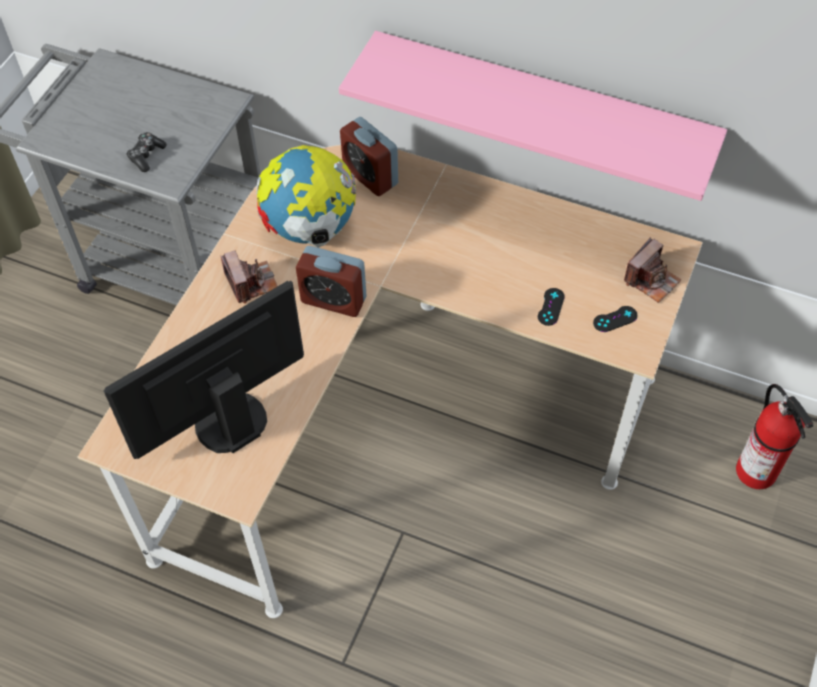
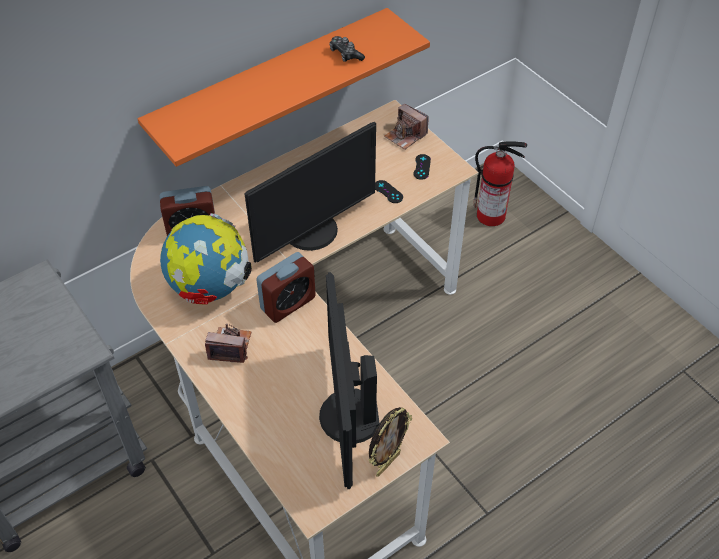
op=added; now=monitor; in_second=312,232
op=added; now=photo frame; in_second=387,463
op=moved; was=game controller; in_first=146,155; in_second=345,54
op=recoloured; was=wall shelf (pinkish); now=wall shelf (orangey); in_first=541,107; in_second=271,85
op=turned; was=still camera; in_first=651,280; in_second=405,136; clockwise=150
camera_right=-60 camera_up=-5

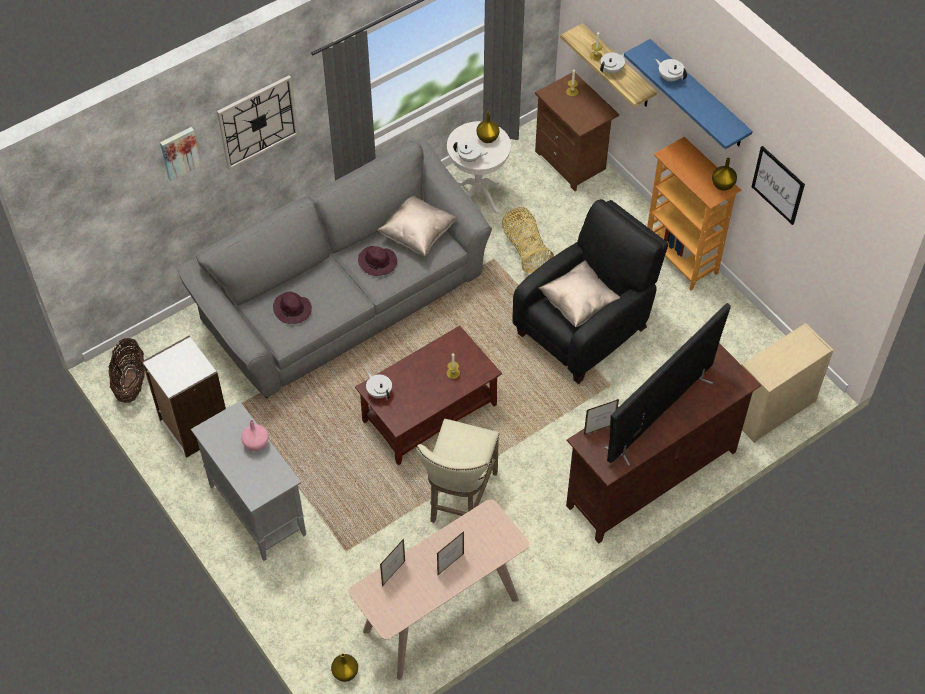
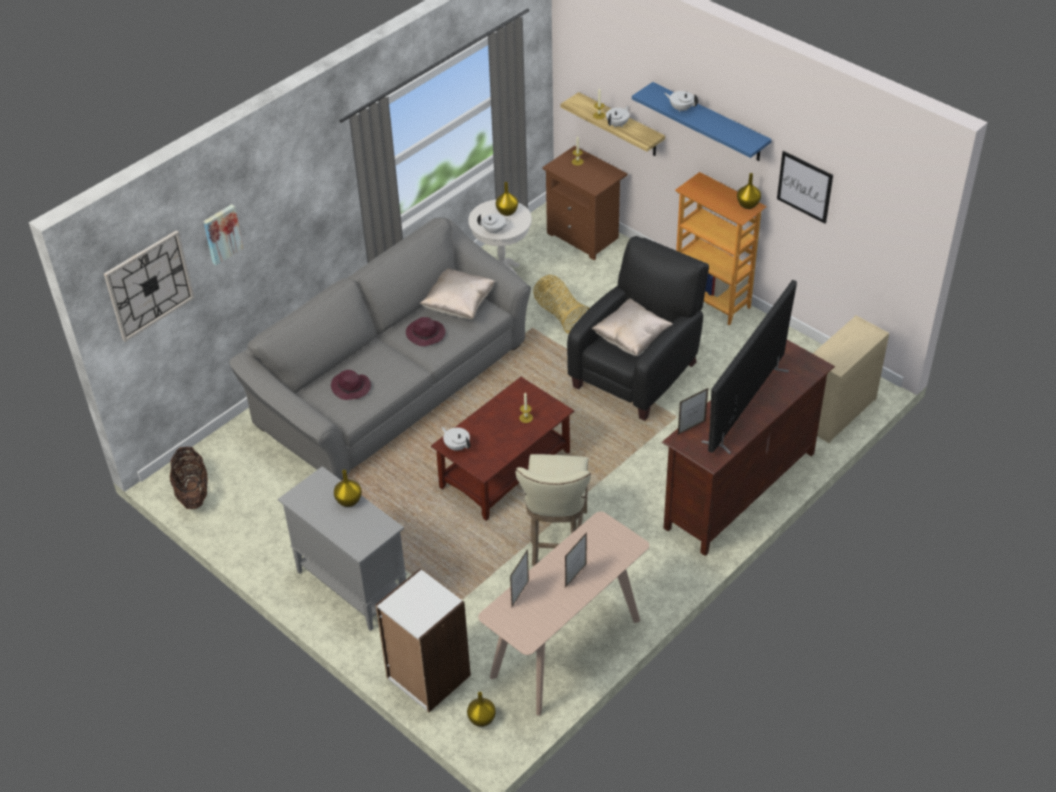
op=moved; was=bookcase (white-coloured); in_first=194,426; in_second=427,677
op=moved; was=hanging clock; in_first=257,122; in_second=149,285
op=recoloured; was=flower vase (pinkish); now=flower vase (yellow); in_first=256,444; in_second=349,501
camera_right=-10 camera_up=-10

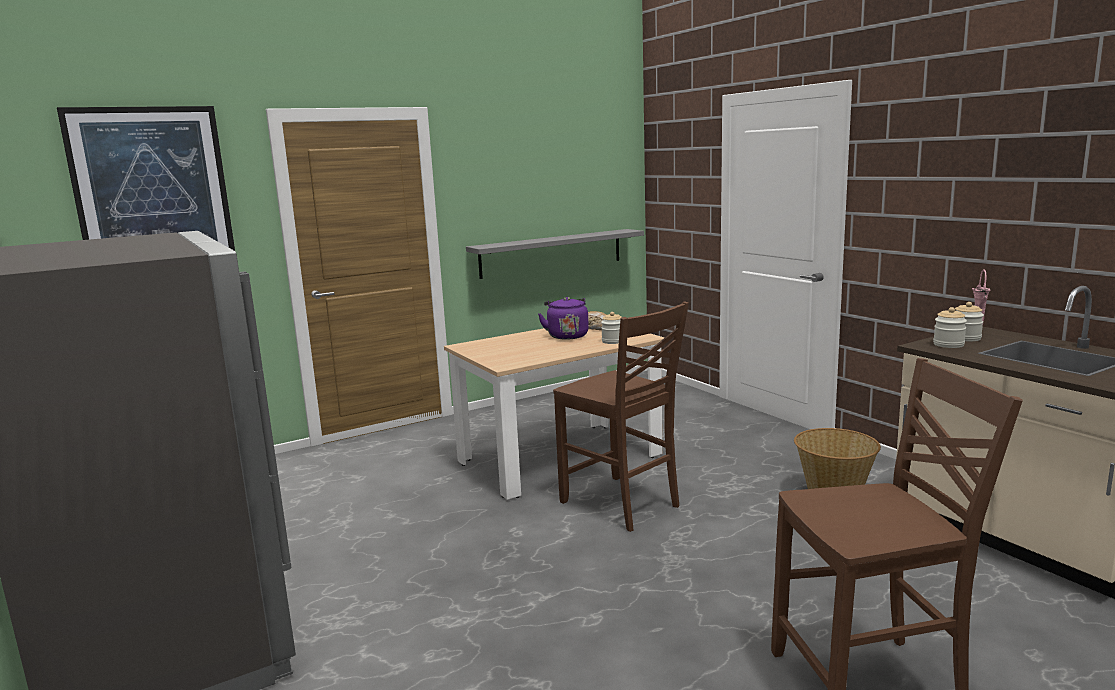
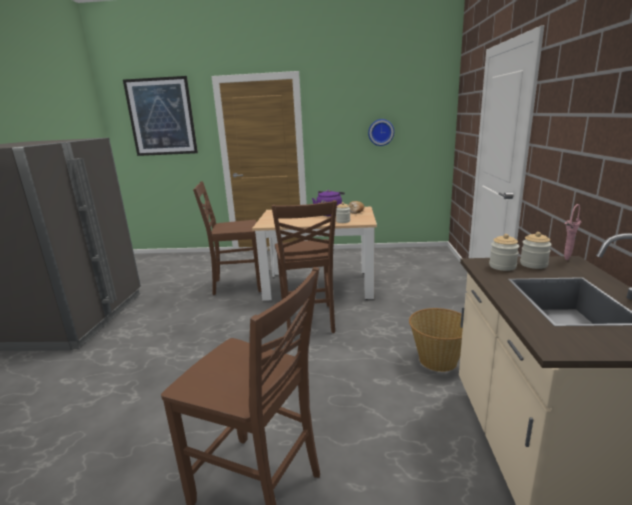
op=removed; was=wall shelf (greyish); in_first=552,253
op=added; now=plain chair (brown-coloured); in_second=237,285
op=added; now=hanging clock; in_second=381,132
camera_right=35 camera_up=5

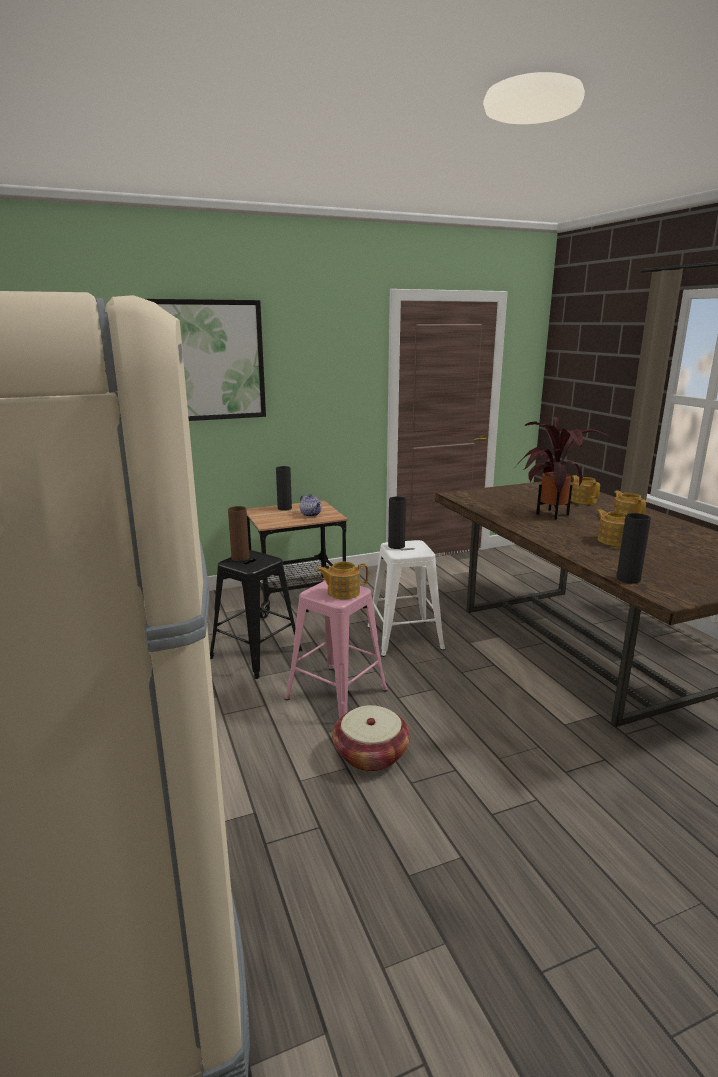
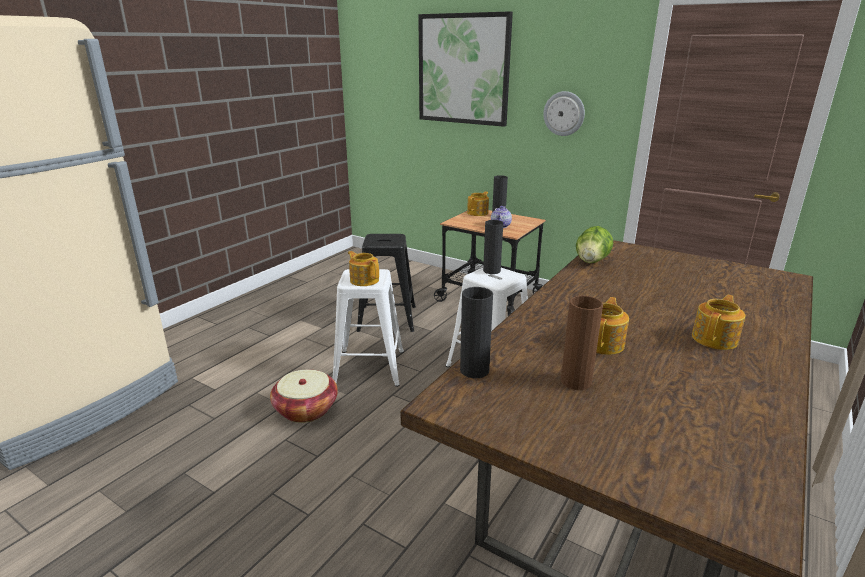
op=removed; was=houseplant; in_first=549,514
op=added; now=hanging clock; in_second=564,113
op=added; now=lettuce head; in_second=592,261
op=moved; was=flower vase (brown-coloured); in_first=240,558; in_second=576,381
op=moved; was=pot for tea; in_first=583,500; in_second=478,213
op=recoloured; was=stool (pinkish); now=stool (white-coloured); in_first=338,694; in_second=370,368
camera_right=55 camera_up=5

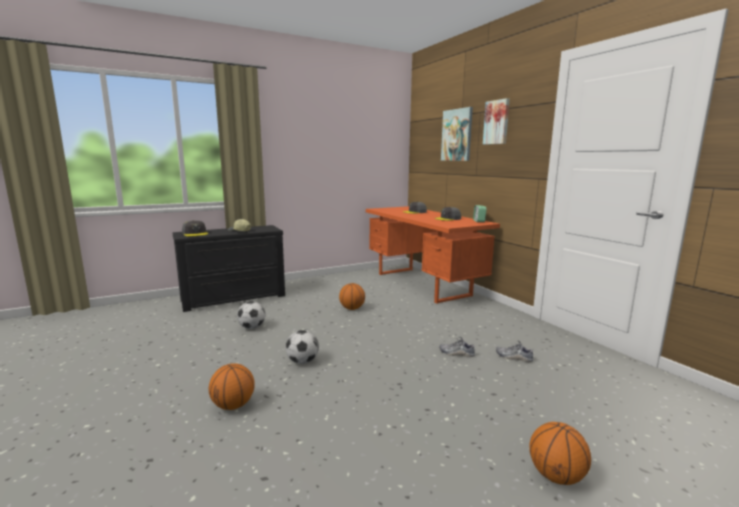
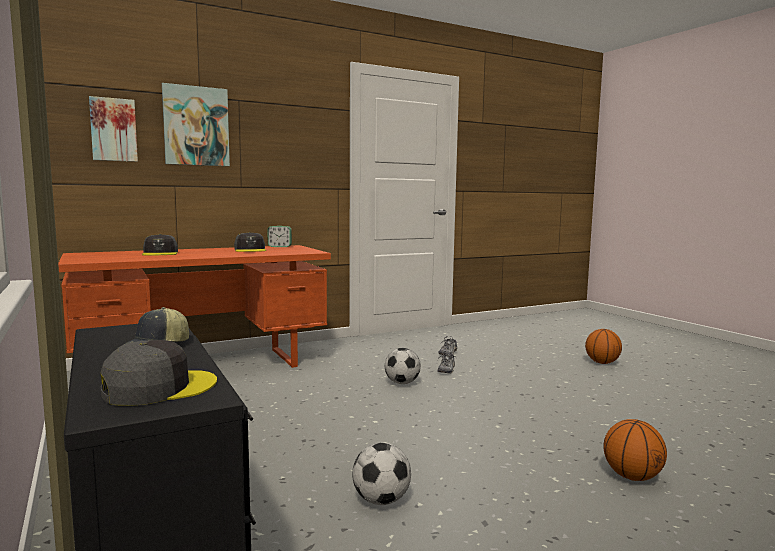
op=removed; was=basketball; in_first=352,308
op=moved; was=football ball; in_first=302,361; in_second=402,383
op=moved; was=wall art; in_first=497,122; in_second=113,130
camera_right=-90 camera_up=-5

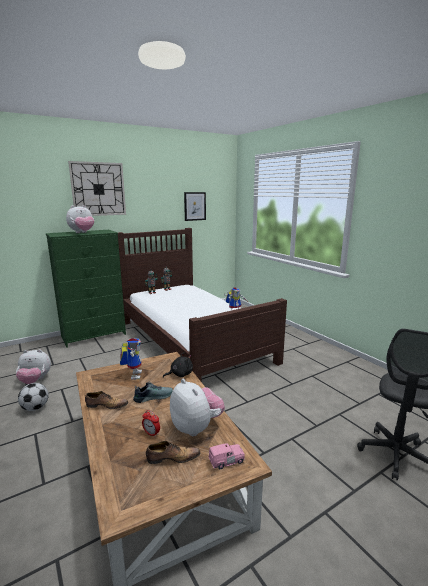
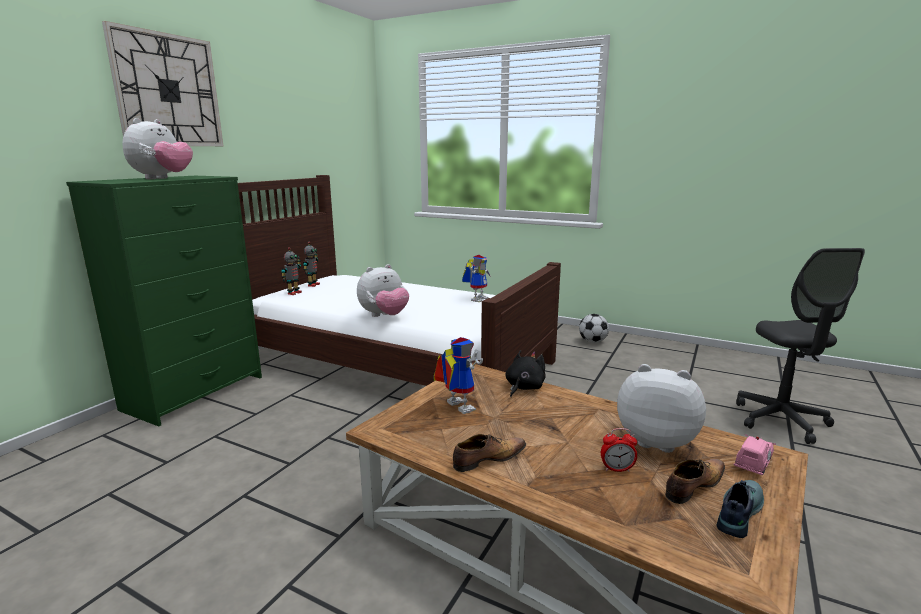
op=removed; was=wall art; in_first=195,206
op=moved; was=plush toy; in_first=35,380; in_second=384,316
op=moved; was=football ball; in_first=35,408; in_second=593,341
op=moved; was=item of footwear; in_first=153,396; in_second=736,512
camera_right=-30 camera_up=0

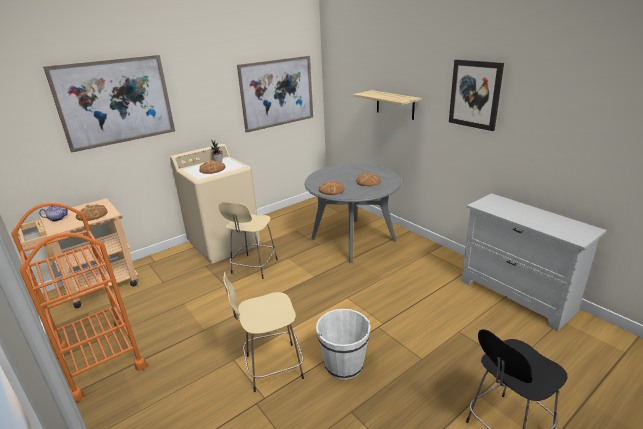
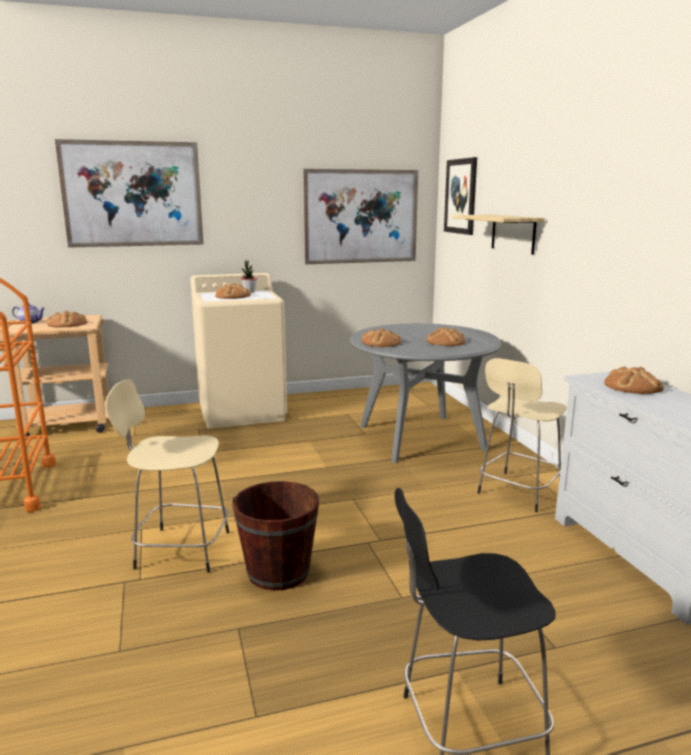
op=added; now=baked bread; in_second=632,386
op=moved; was=stool (sand-coloured); in_first=254,267; in_second=518,492
op=moved; was=wall art; in_first=475,94; in_second=461,196
op=recoloured; was=bucket (white-coloured); now=bucket (brown-coloured); in_first=344,364; in_second=278,572
camera_right=20 camera_up=-10

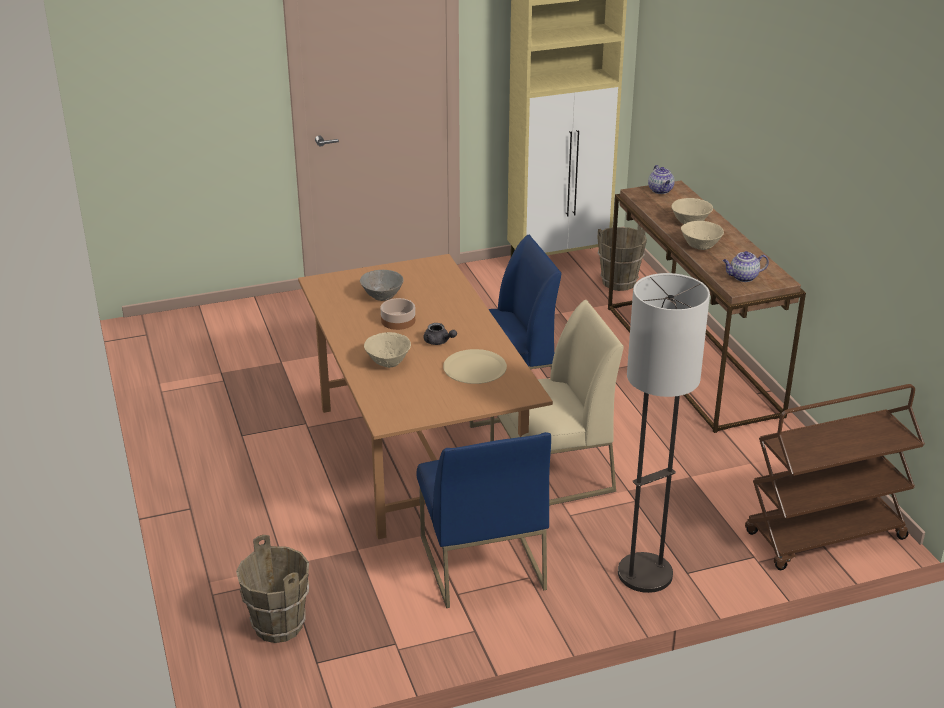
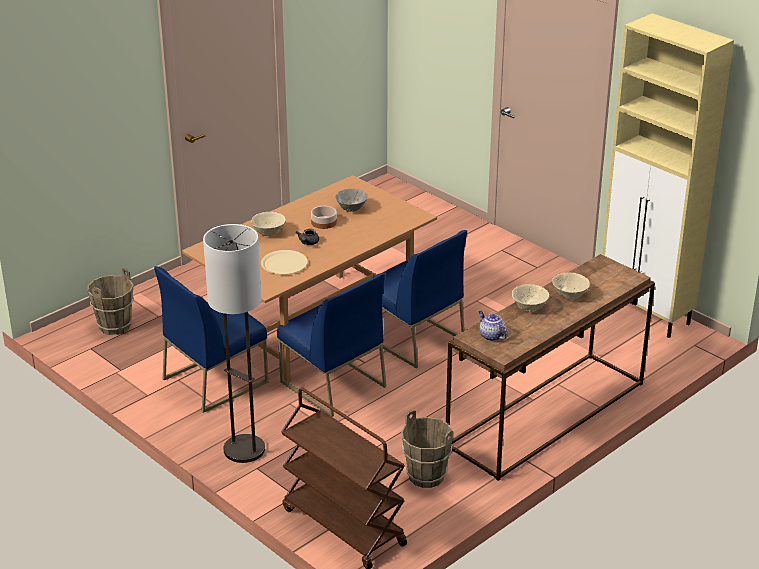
op=removed; was=pot for tea; in_first=661,191
op=moved; was=bucket (brown-coloured); in_first=619,283; in_second=426,476
op=recoloured; was=plain chair (sand-coloured); now=plain chair (blue-coloured); in_first=551,474; in_second=332,384
camera_right=65 camera_up=0

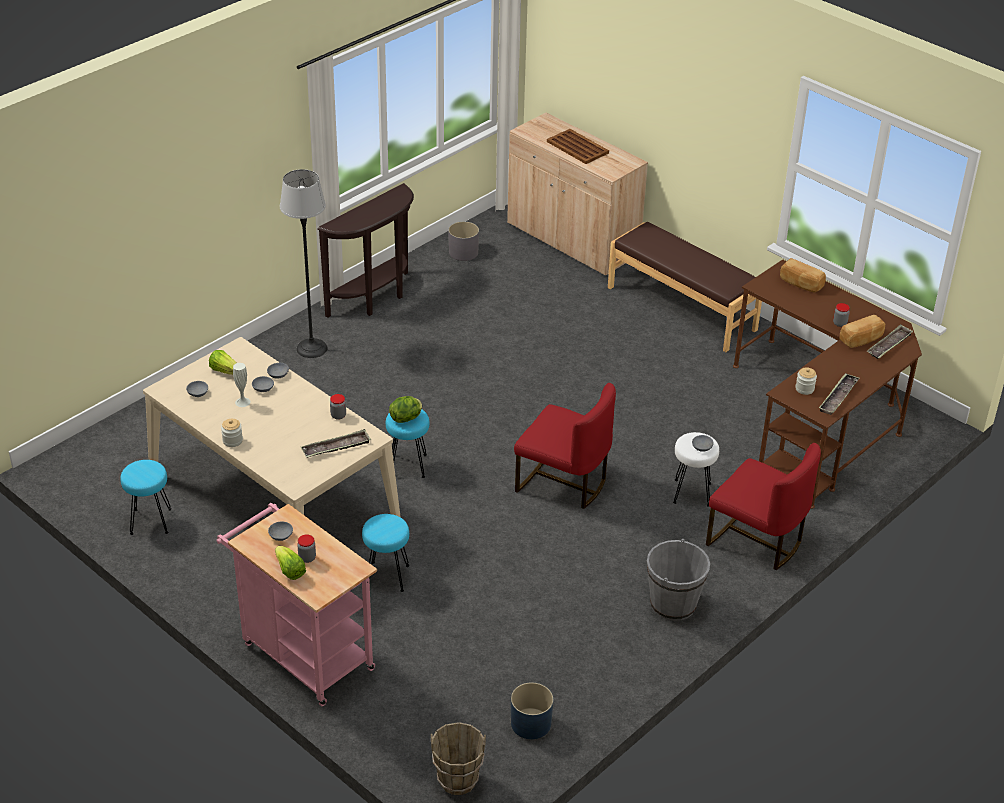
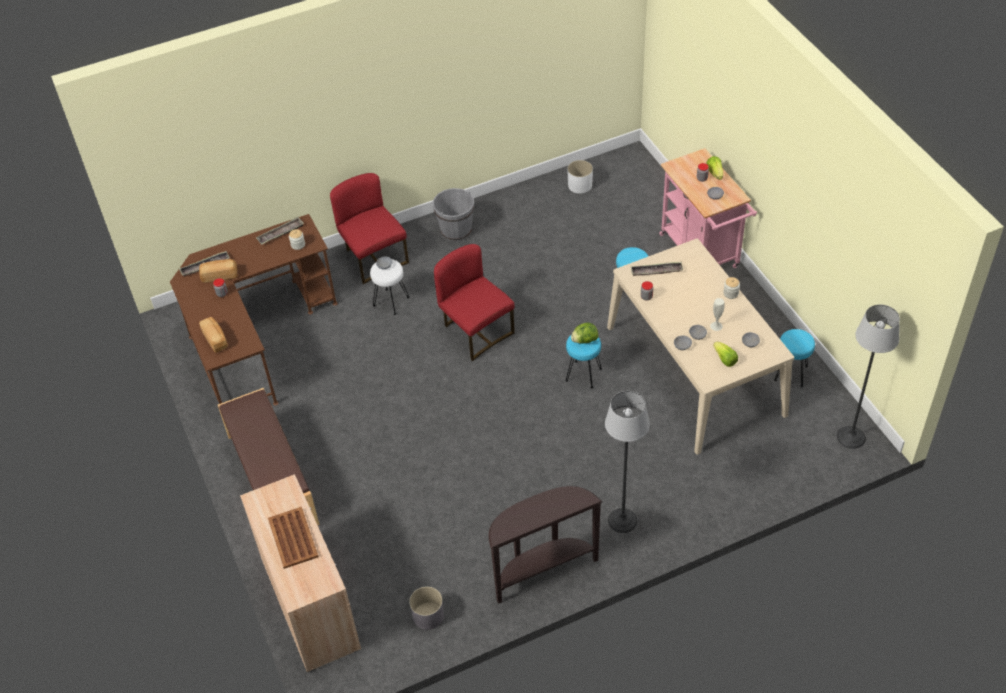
op=removed; was=bucket (brown-coloured); in_first=457,780
op=added; now=standard lamp; in_second=851,437
op=recoloured; was=plant pot (blue-coloured); now=plant pot (white-coloured); in_first=530,724; in_second=580,185
camera_right=-155 camera_up=10

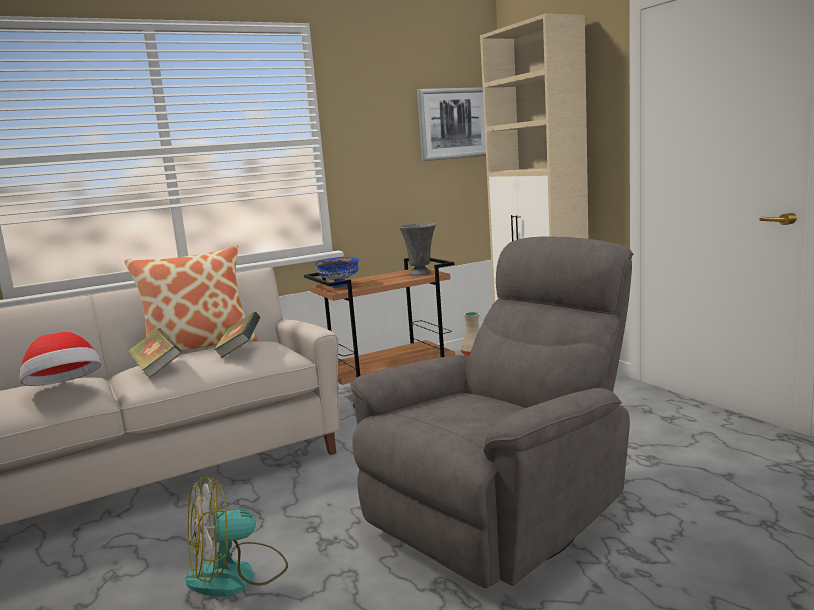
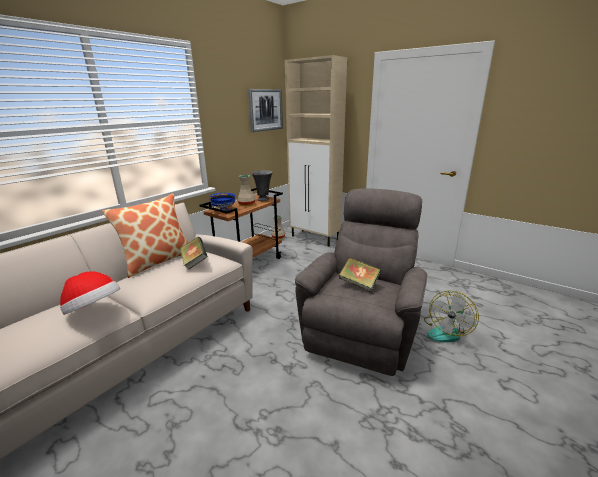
op=added; now=flower vase (sand-coloured); in_second=246,204
op=moved; was=bound book; in_first=157,369; in_second=359,284
op=moved; was=fan; in_first=237,575; in_second=446,331
camera_right=-25 camera_up=10

